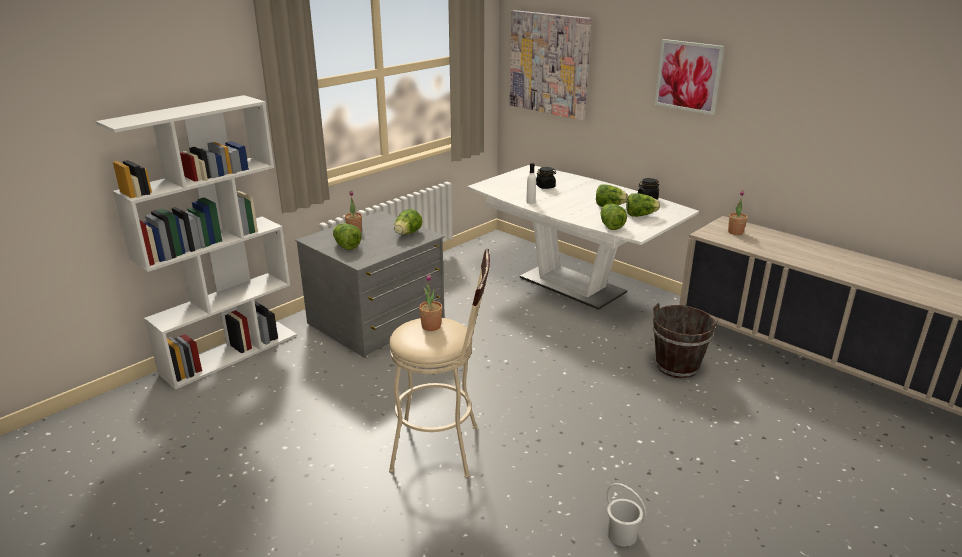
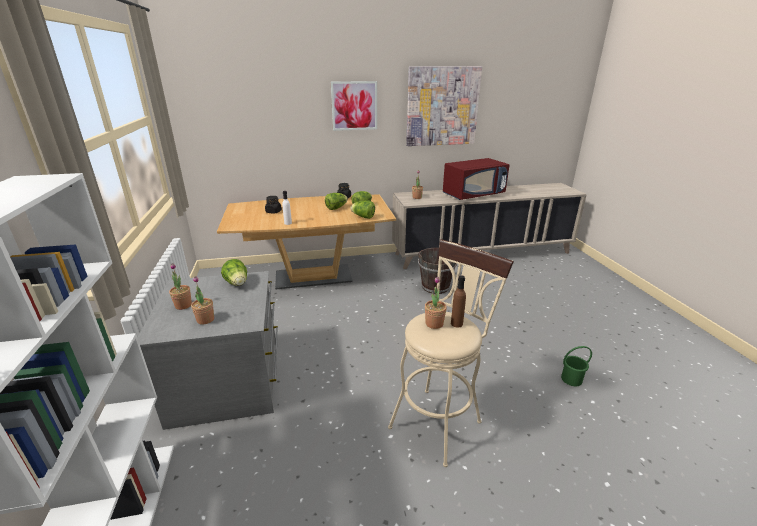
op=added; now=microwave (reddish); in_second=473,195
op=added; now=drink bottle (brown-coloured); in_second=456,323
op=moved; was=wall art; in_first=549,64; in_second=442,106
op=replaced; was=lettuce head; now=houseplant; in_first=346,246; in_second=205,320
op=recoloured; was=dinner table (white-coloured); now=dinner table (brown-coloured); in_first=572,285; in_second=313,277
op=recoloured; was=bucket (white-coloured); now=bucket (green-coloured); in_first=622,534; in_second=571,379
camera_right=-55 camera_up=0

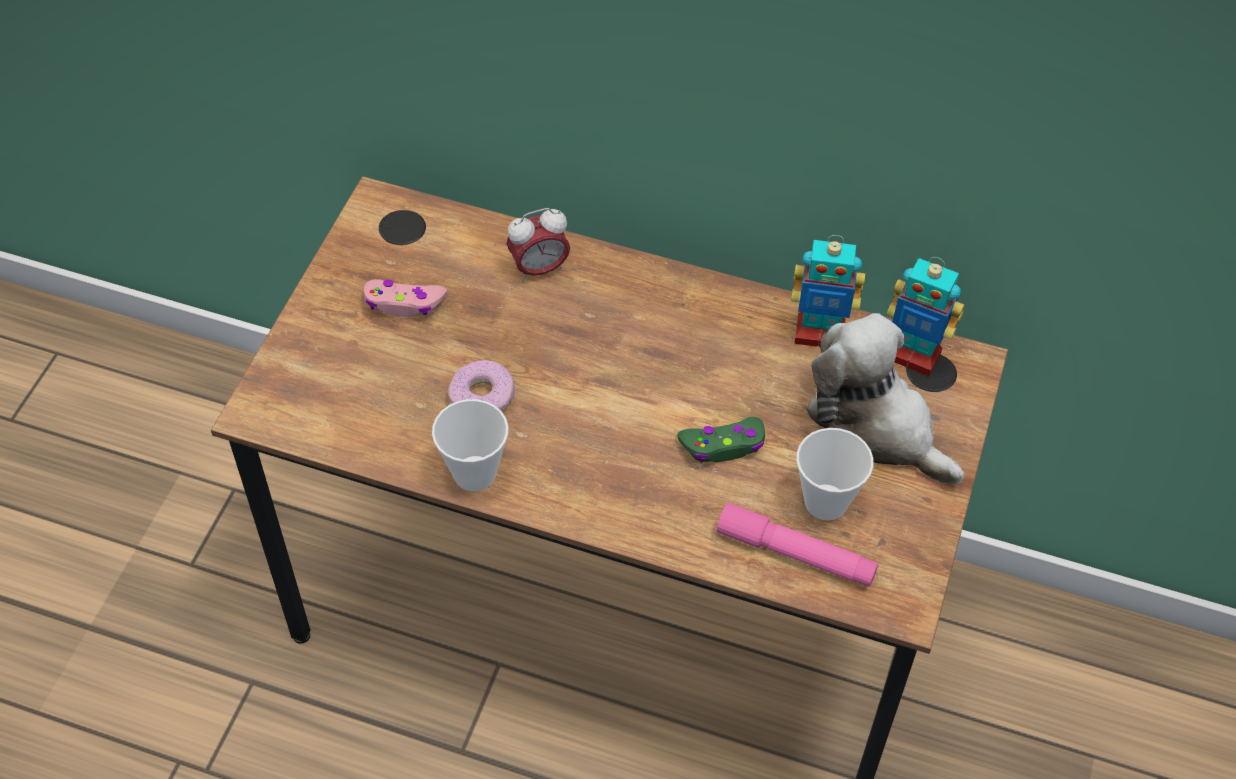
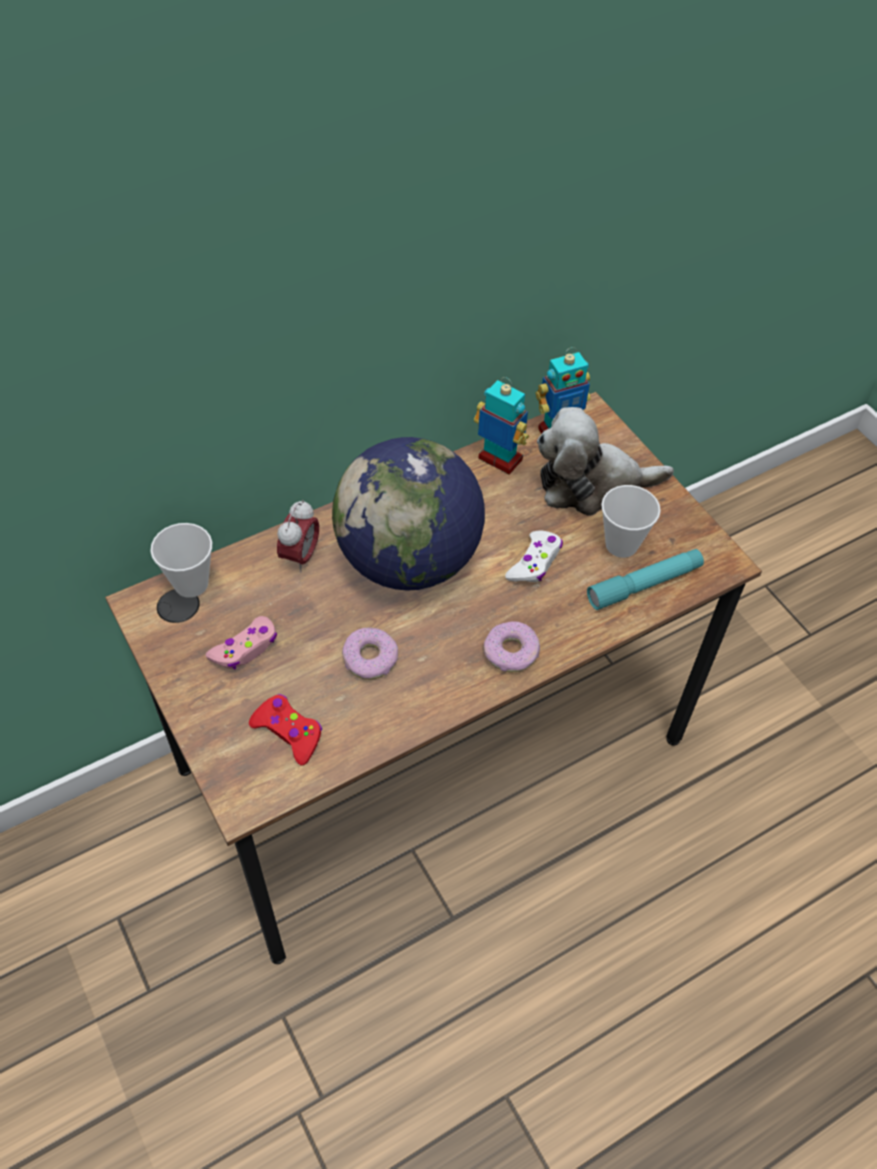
op=added; now=game controller (reddish); in_second=288,732
op=added; now=world globe; in_second=409,560
op=added; now=doughnut; in_second=511,652
op=moved; was=cup; in_first=474,473; in_second=191,583
op=recoloured; was=game controller (green-coloured); now=game controller (white-coloured); in_first=723,445; in_second=535,562
op=recoloured; was=torch (pinkish); now=torch (turquoise-coloured); in_first=795,554; in_second=644,584
op=turned; was=model robot; in_first=819,333; in_second=499,460; clockwise=-105
camera_right=-50 camera_up=0

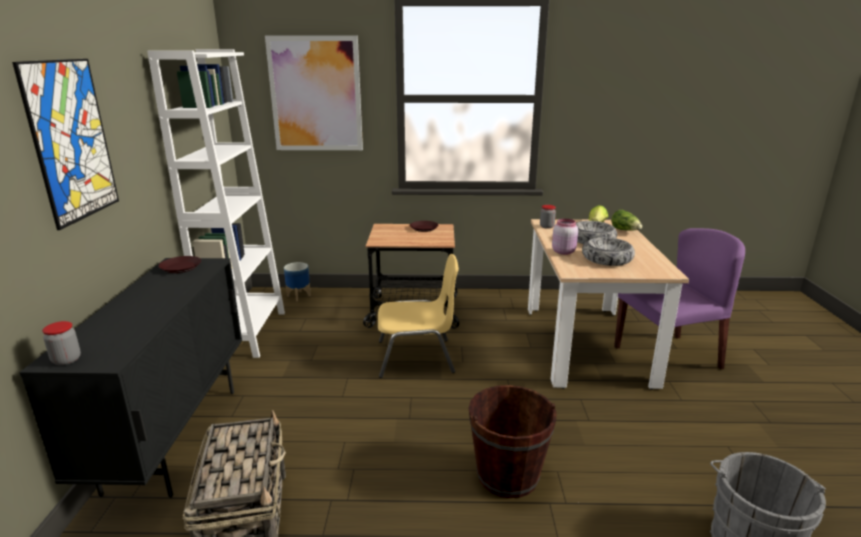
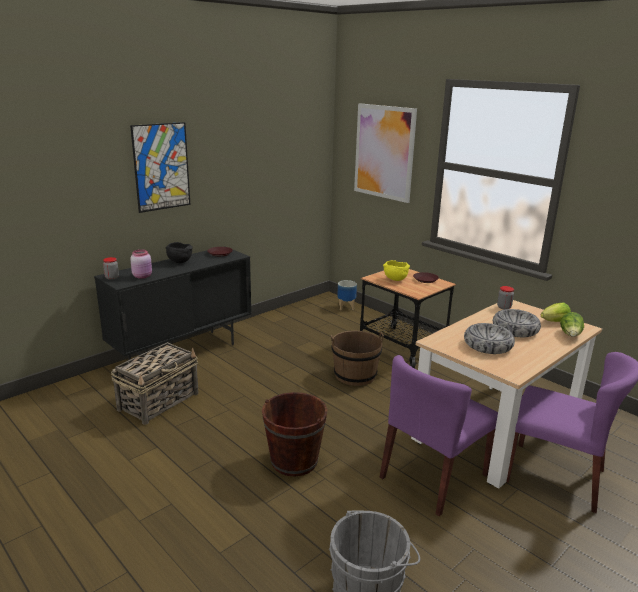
op=removed; was=bookcase (white-coloured); in_first=246,333
op=added; now=bowl (blackish); in_second=179,262
op=added; now=plain chair (purplish); in_second=434,477
op=added; now=bowl (yellow); in_second=395,279
op=moved; was=preserve jar (pinkish); in_first=563,251; in_second=143,276
op=replaced; was=plain chair (yellow); now=bucket (brown-coloured); in_first=417,357; in_second=355,375
camera_right=45 camera_up=0

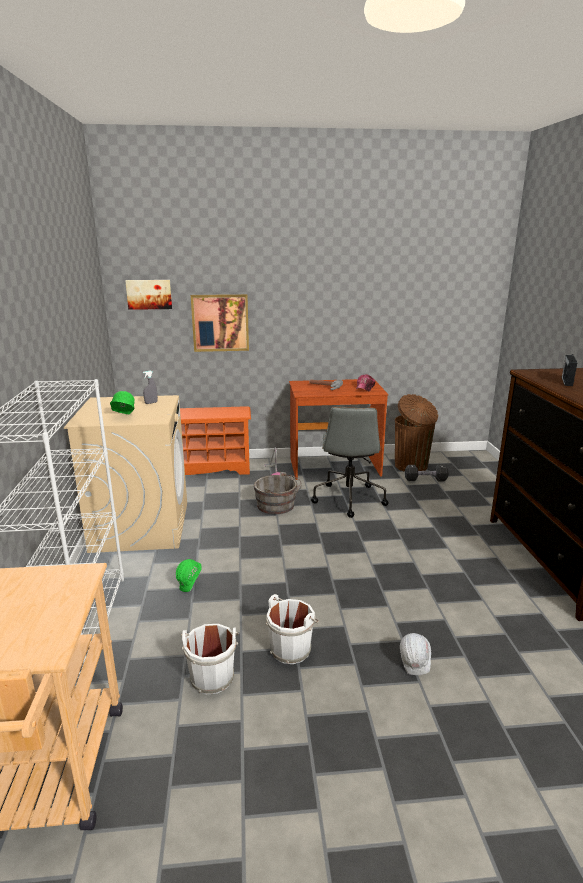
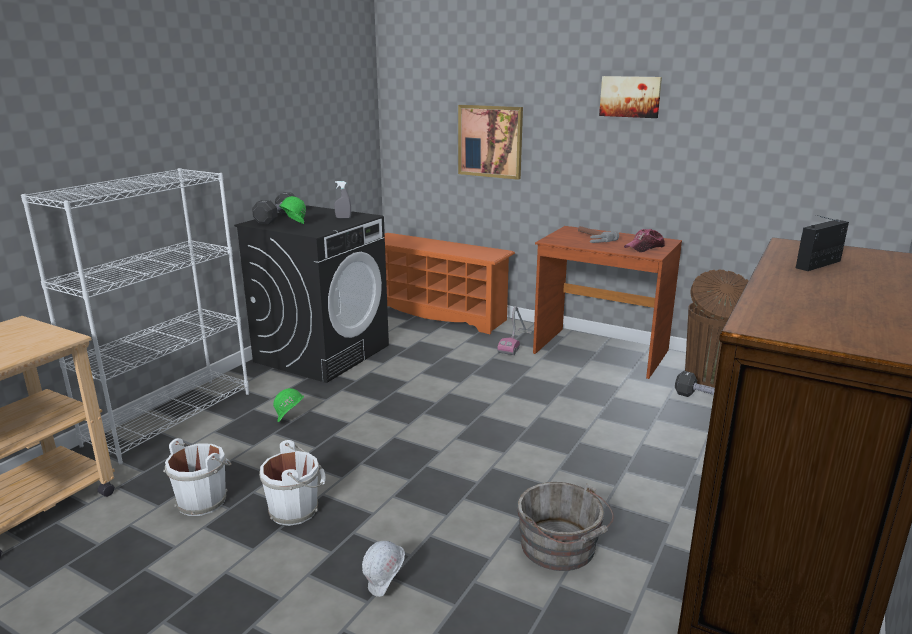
op=removed; was=office chair (greyish); in_first=348,498
op=added; now=hand weight (blackish); in_second=277,218
op=moved; was=wall art; in_first=149,294; in_second=630,96
op=moved; was=bucket (greyish); in_first=278,506; in_second=561,548
op=recoloured; was=washing machine (sand-coloured); now=washing machine (blackish); in_first=141,526; in_second=323,353
camera_right=35 camera_up=0

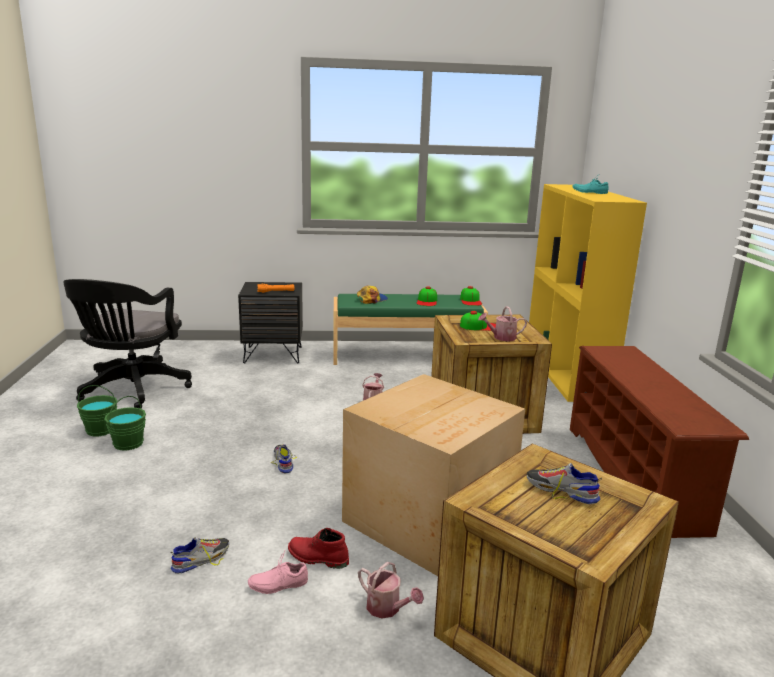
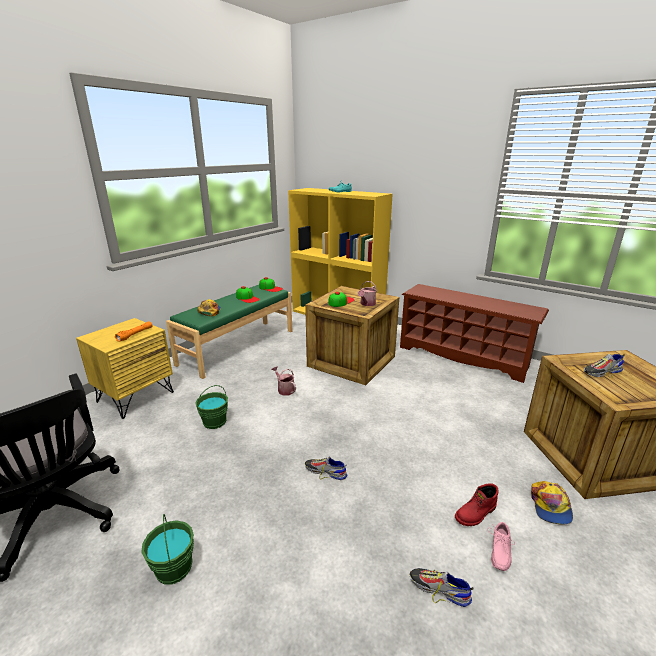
op=removed; was=packing box; in_first=431,519
op=moved; was=bucket (green-coloured); in_first=101,430; in_second=214,421
op=replaced; was=sprinkling can; now=cap; in_first=387,608; in_second=550,506
op=recoloured; was=nightstand (blackish); now=nightstand (yellow); in_first=273,355; in_second=135,397
op=turned; was=item of footwear; in_first=201,559; in_second=439,589; clockwise=-60
camera_right=-50 camera_up=5

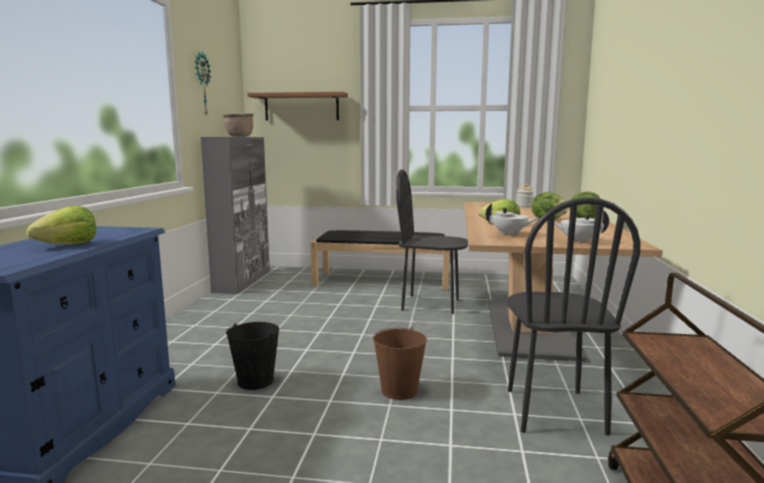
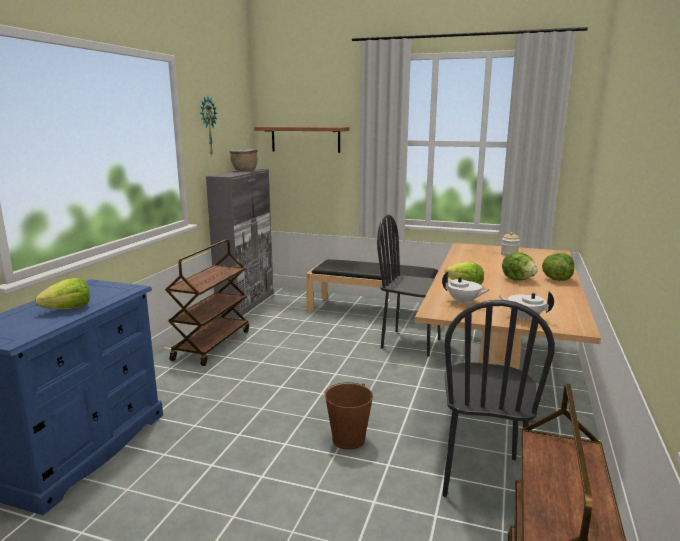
op=removed; was=bucket (blackish); in_first=256,381
op=added; now=wheeled cart (brown-coloured); in_second=212,344
camera_right=10 camera_up=5

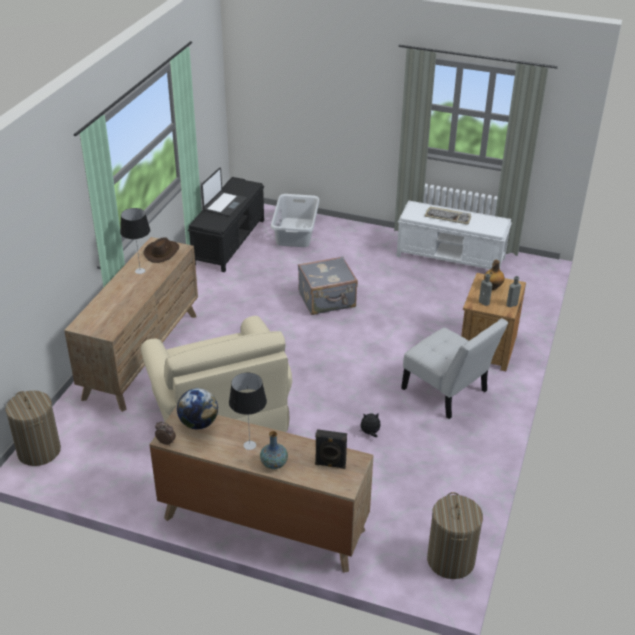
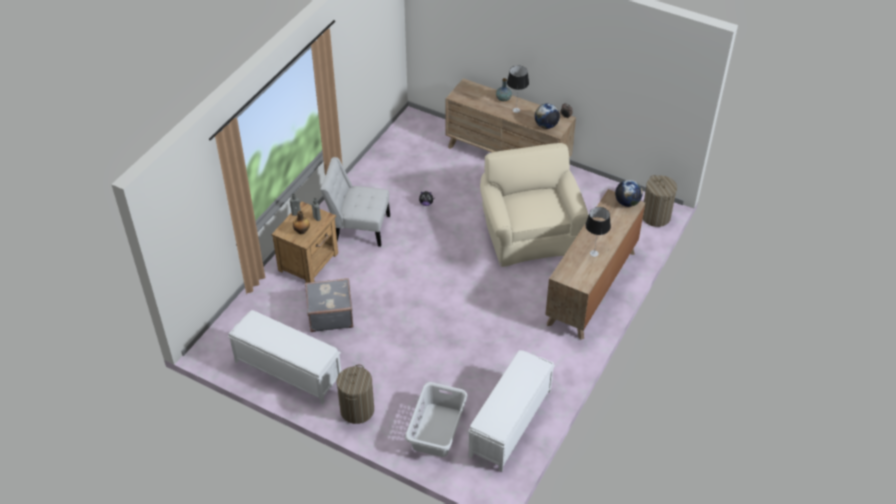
op=removed; was=hat (brown-coloured); in_first=162,252
op=removed; was=notebook computer; in_first=224,204
op=removed; was=loudspeaker (blackish); in_first=330,465
op=removed; was=PC keyboard; in_first=448,217
op=added; now=world globe; in_second=627,202
op=moved; was=piece of luggage (greyish); in_first=327,300; in_second=330,315
op=moved; was=laundry basket; in_first=450,560; in_second=357,410
op=recoloured; was=indoor bench (blackish); now=indoor bench (white-coloured); in_first=229,241; in_second=510,423
op=turned; was=plain chair (white-coloured); in_first=448,392; in_second=358,227; clockwise=-45
camera_right=-170 camera_up=10

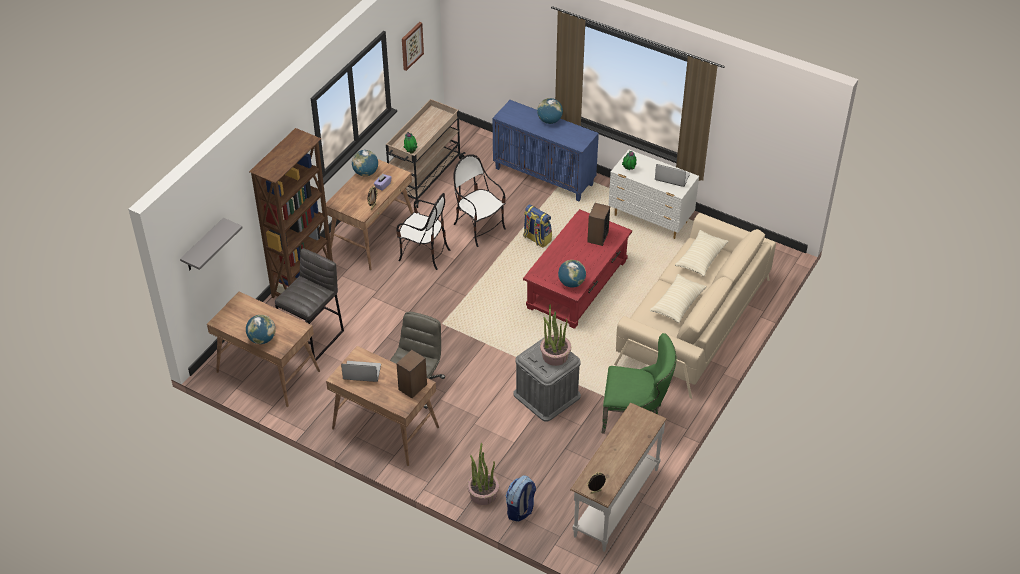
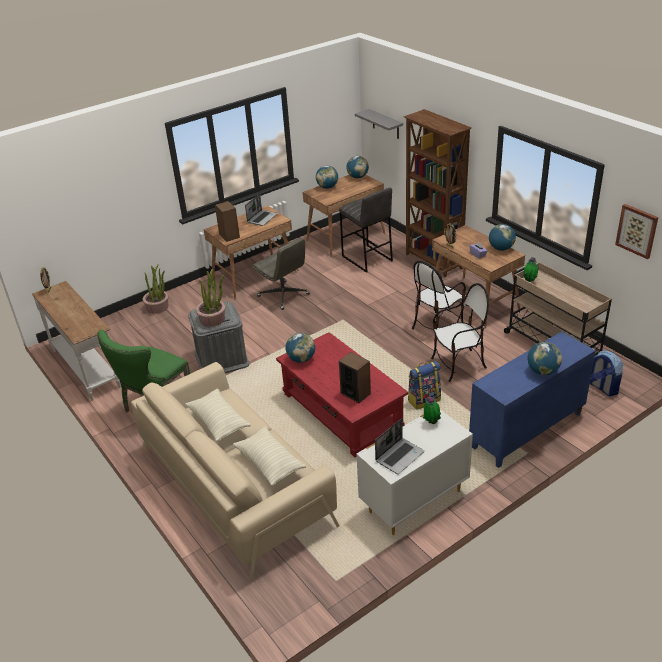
op=added; now=world globe; in_second=357,177
op=moved; was=backpack; in_first=520,510; in_second=602,387
camera_right=115 camera_up=-10

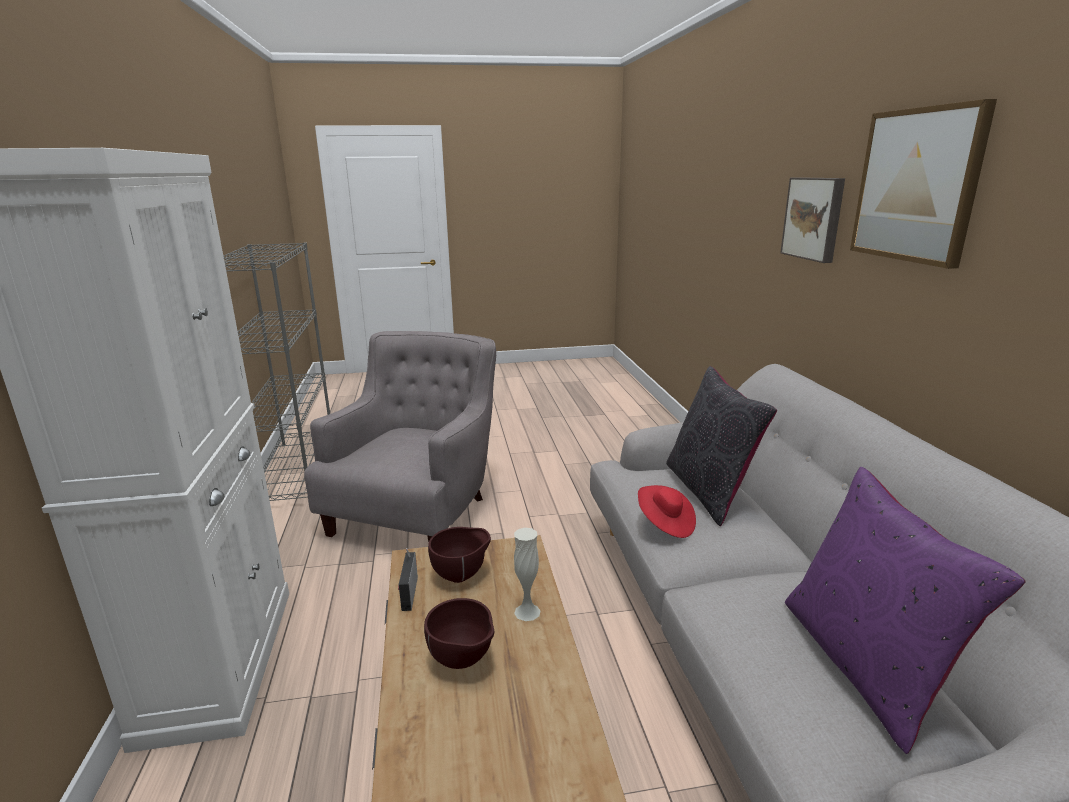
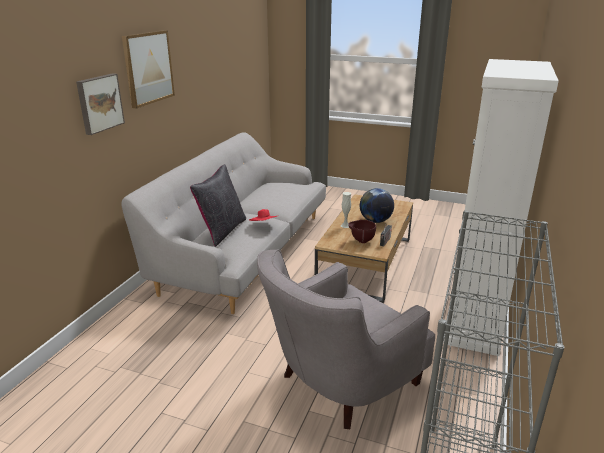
op=removed; was=cushion (purplish); in_first=864,664
op=replaced; was=bowl (brown-coloured); now=world globe; in_first=463,662; in_second=375,221
camera_right=-150 camera_up=5

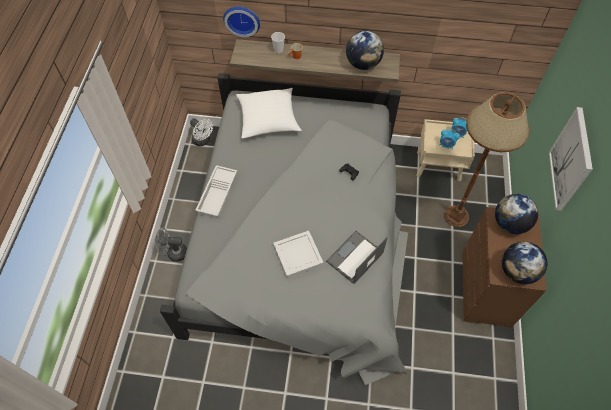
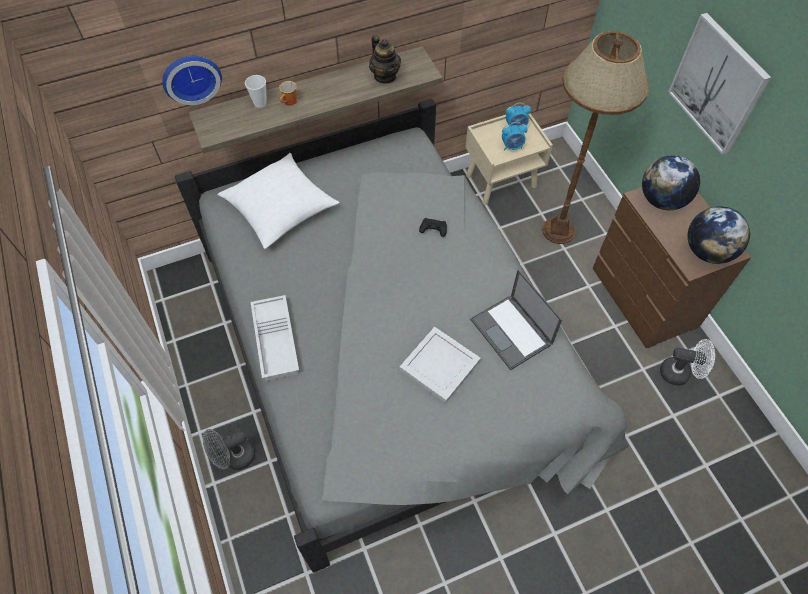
op=moved; was=fan (white-coloured); in_first=203,141; in_second=680,373
op=replaced; was=world globe; now=pot for tea; in_first=363,64; in_second=385,76
op=turned; was=notebook computer; in_first=354,258; in_second=512,332; clockwise=-45
camera_right=-30 camera_up=0

